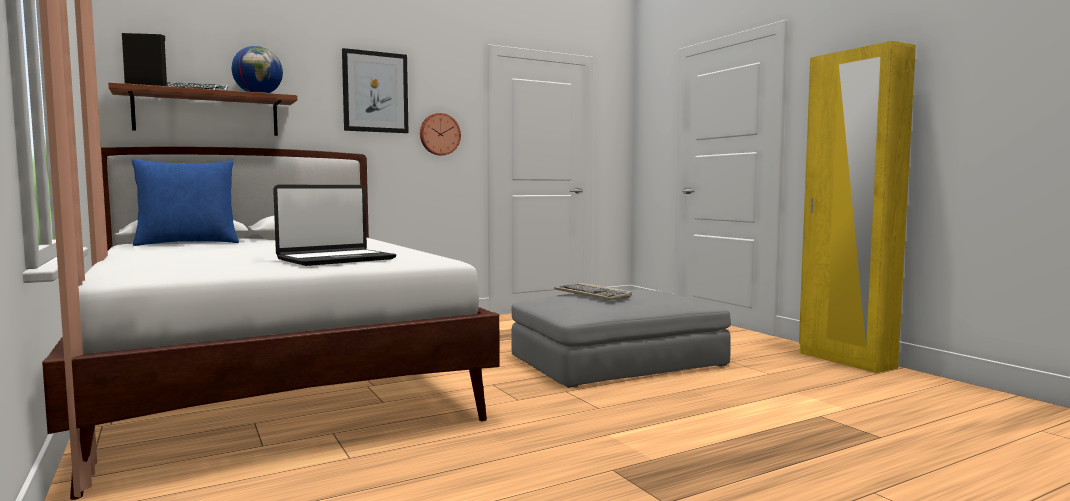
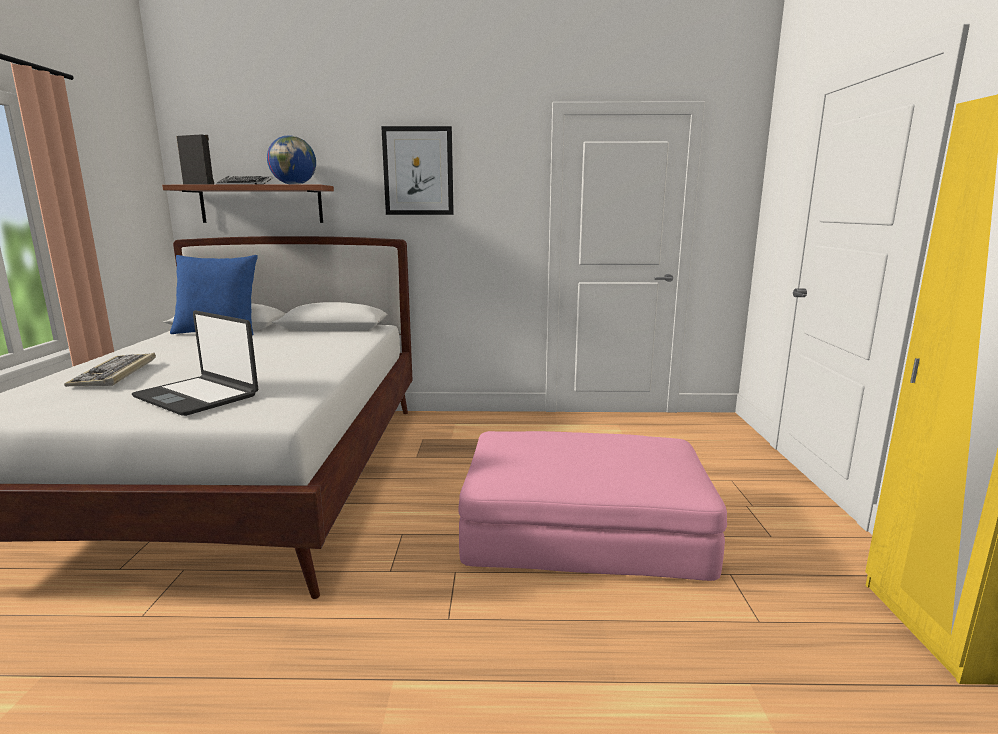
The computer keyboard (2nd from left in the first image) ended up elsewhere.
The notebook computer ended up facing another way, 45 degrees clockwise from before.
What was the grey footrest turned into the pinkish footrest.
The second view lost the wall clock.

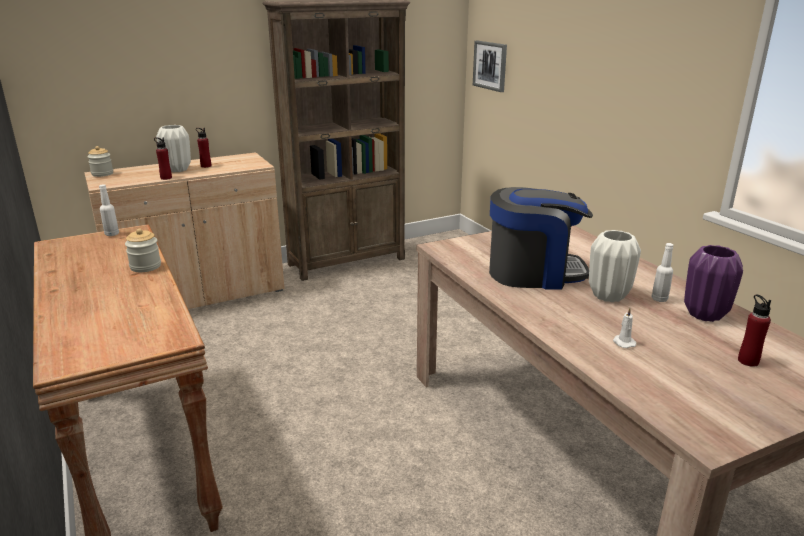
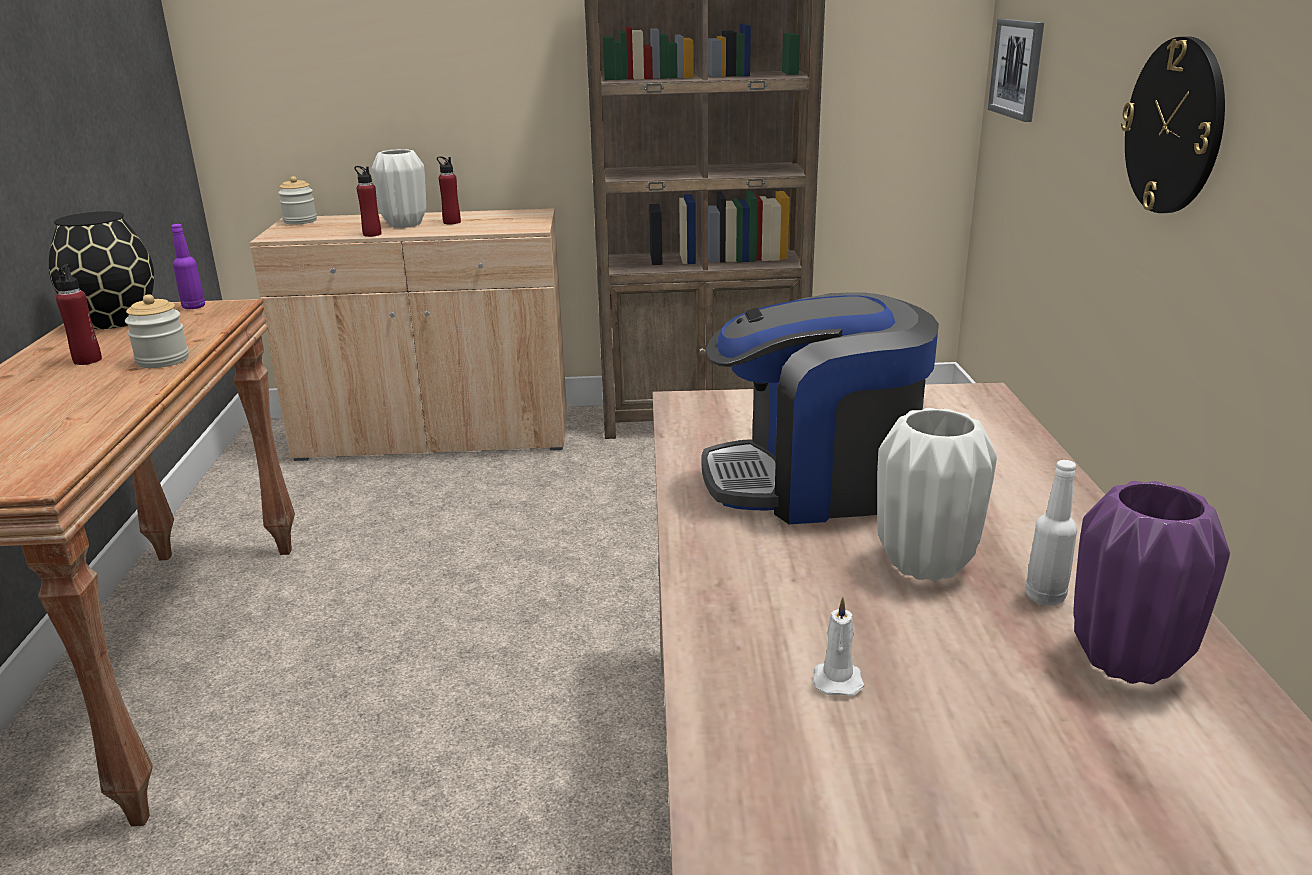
The second view gained the black flower vase.
The red bottle (3rd from left in the first image) ended up elsewhere.
What was the white bottle (1st from left) turned into the purple bottle.
The coffee maker ended up facing another way, 150 degrees clockwise from before.
The second view gained the wall clock.

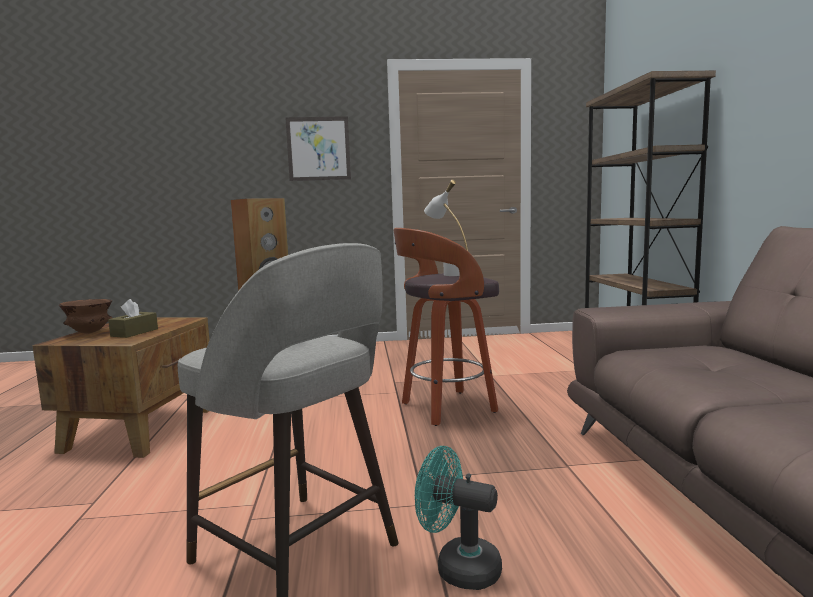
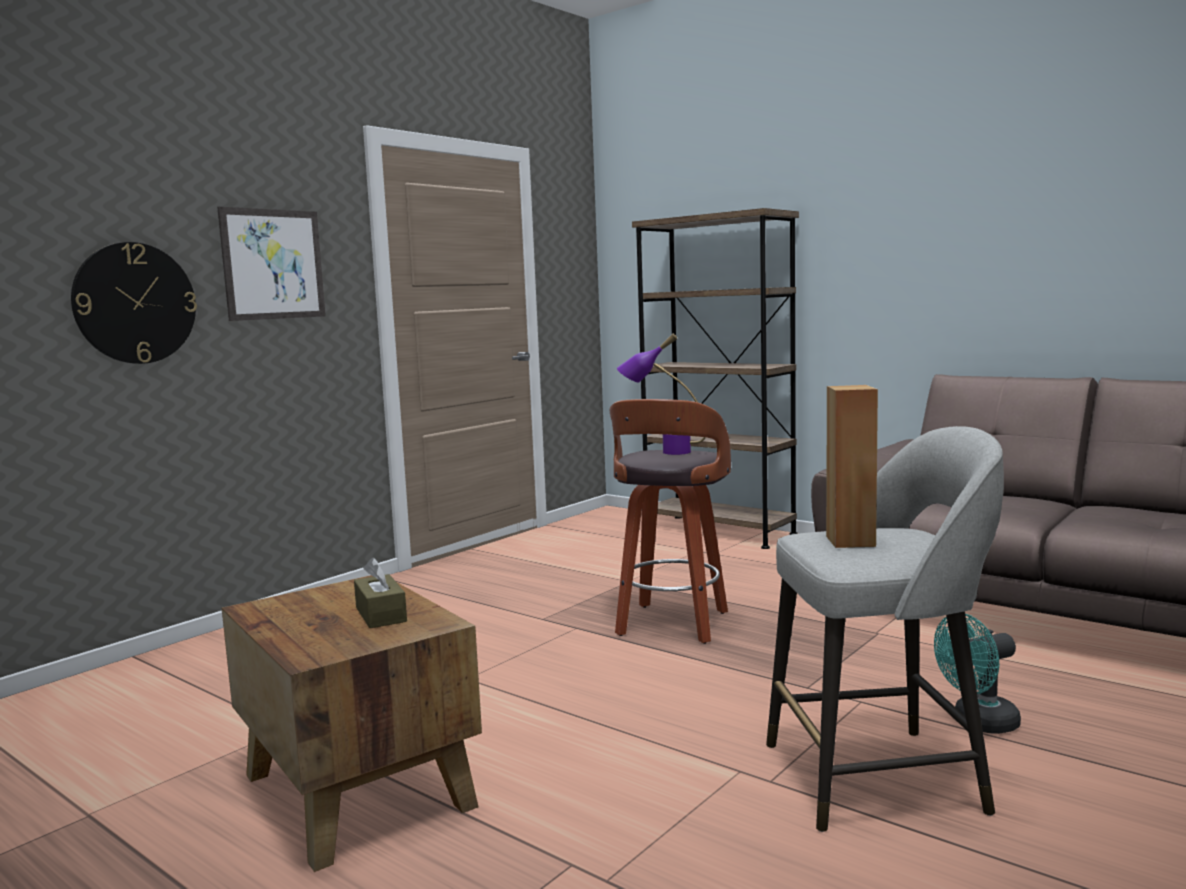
The second view gained the wall clock.
What was the white tabletop lamp turned into the purple tabletop lamp.
The second view lost the brownish serving bowl.

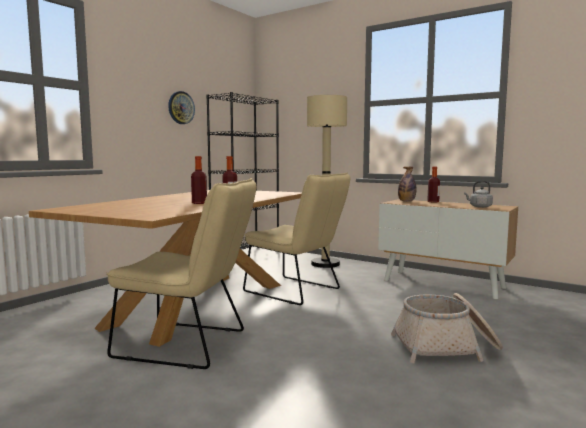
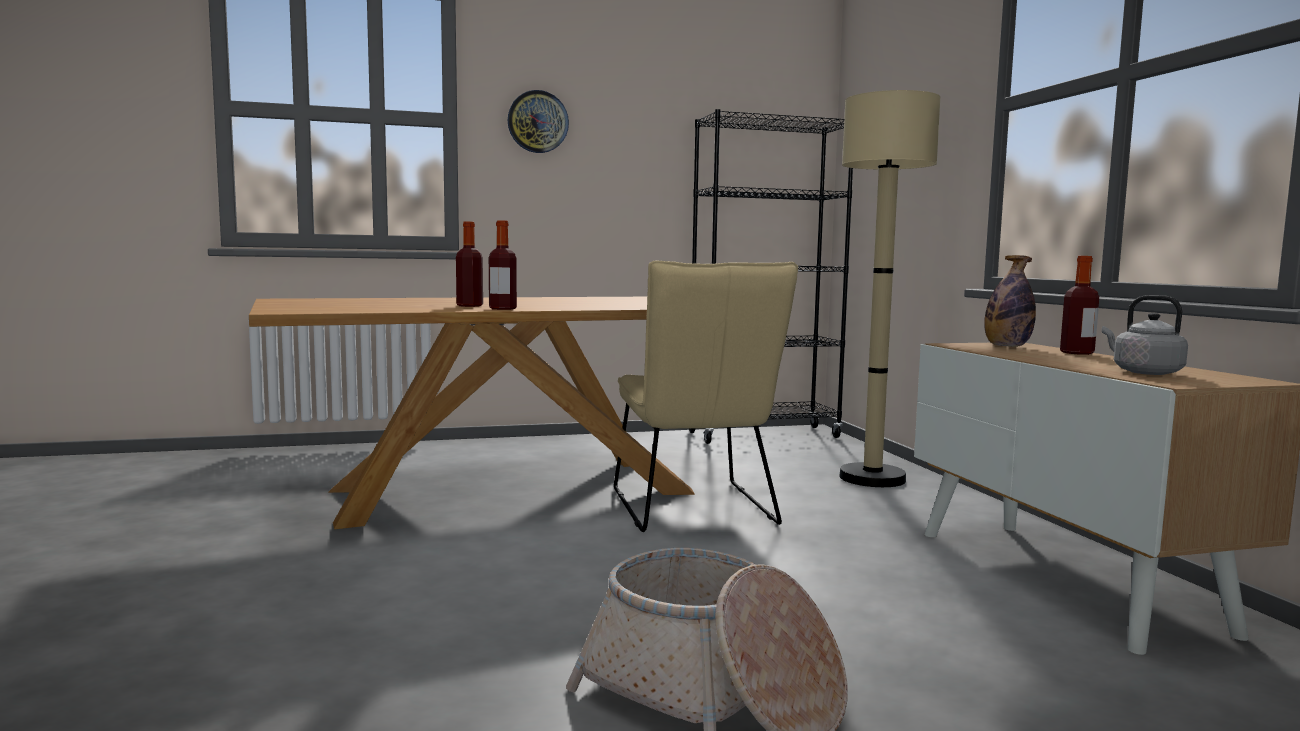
The wall clock ended up elsewhere.
The second view lost the sand-coloured plain chair (1st from left).

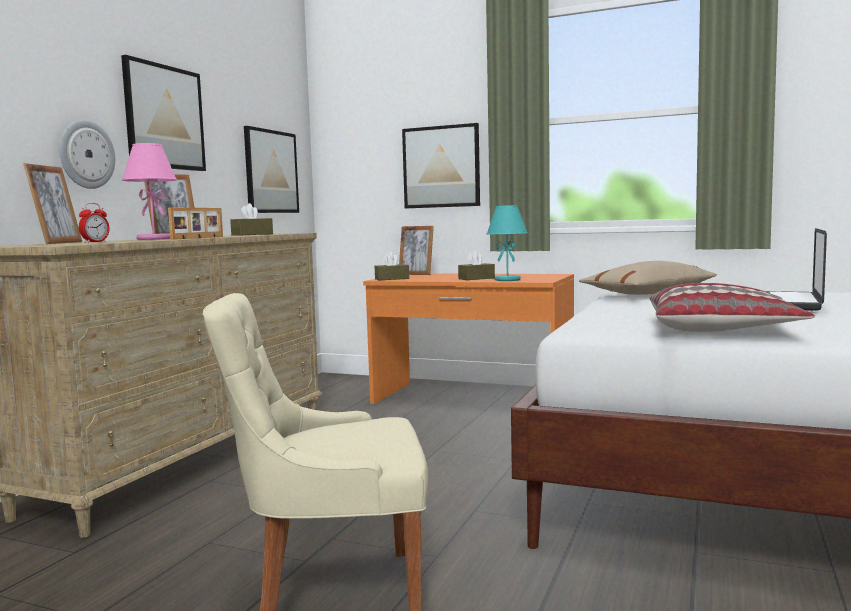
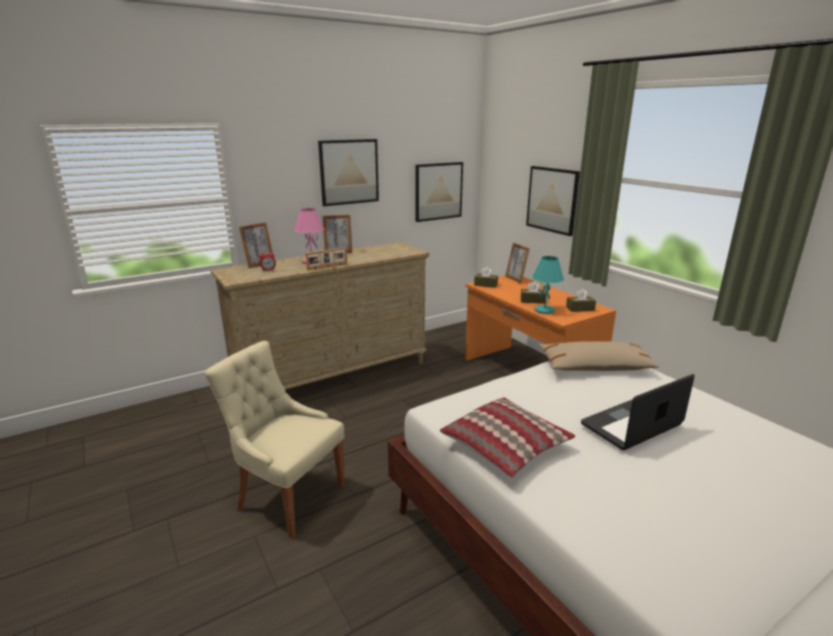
The brownish tissue box (1st from left in the first image) ended up elsewhere.
The second view lost the wall clock.

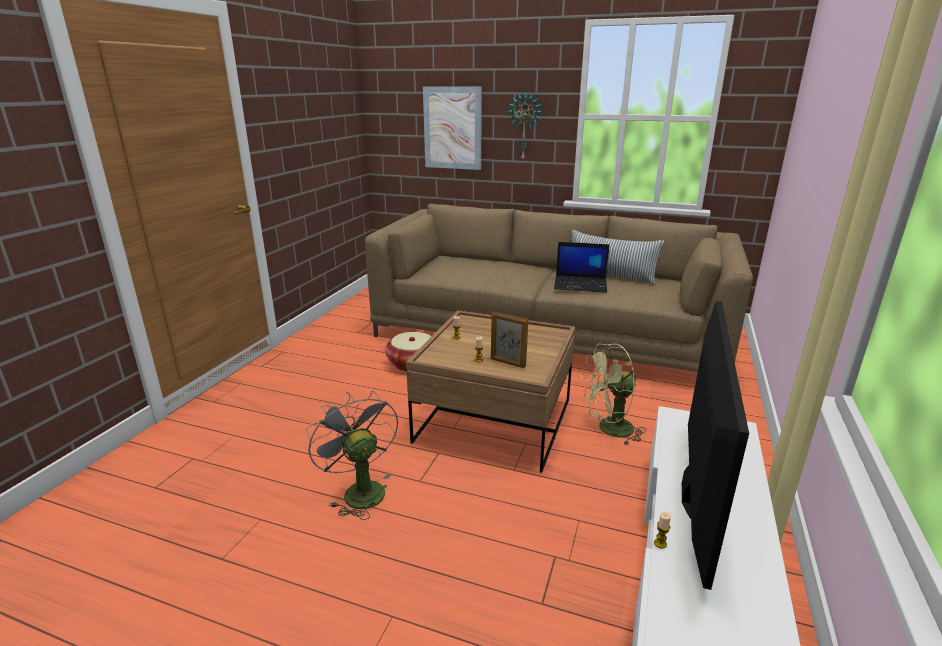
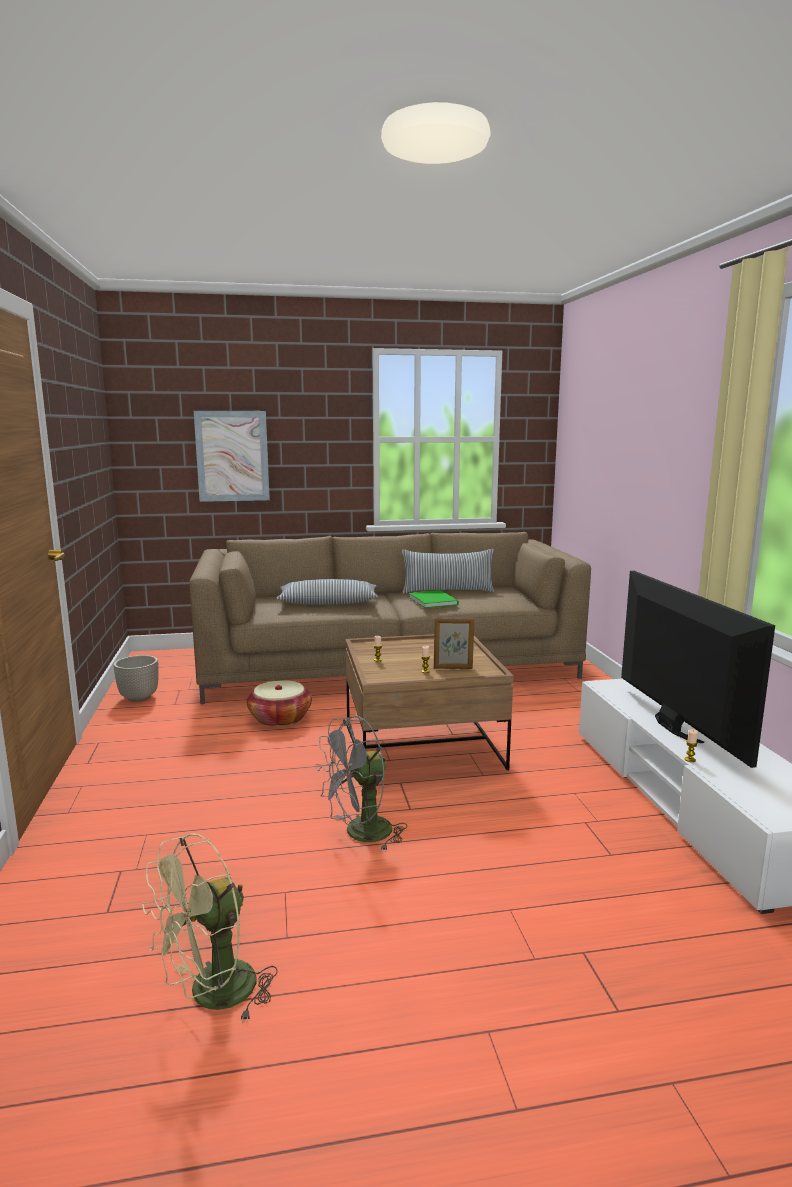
The second view gained the grey flower pot.
The greenish cooling fan ended up elsewhere.
The second view gained the throw pillow (1st from left).
The grey cooling fan ended up facing another way, 60 degrees counterclockwise from before.
Where the notebook computer stood, the greenish bound book came to stand.
The second view lost the wall clock.

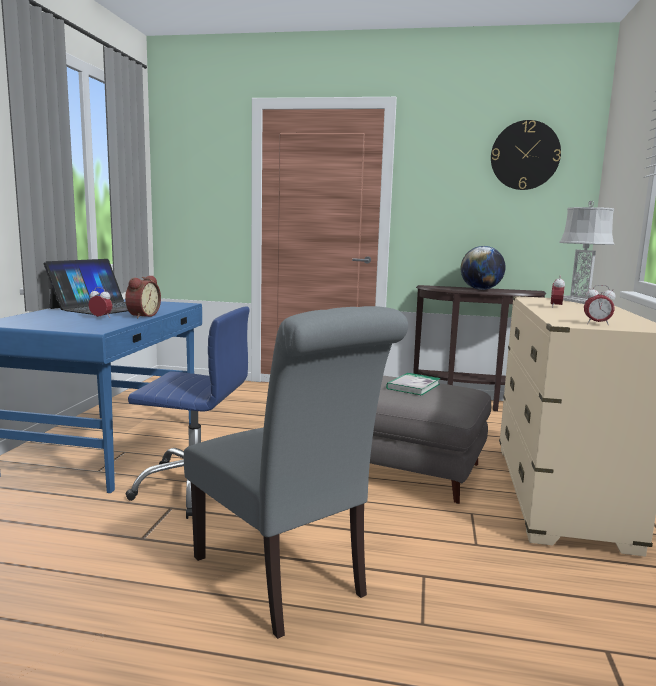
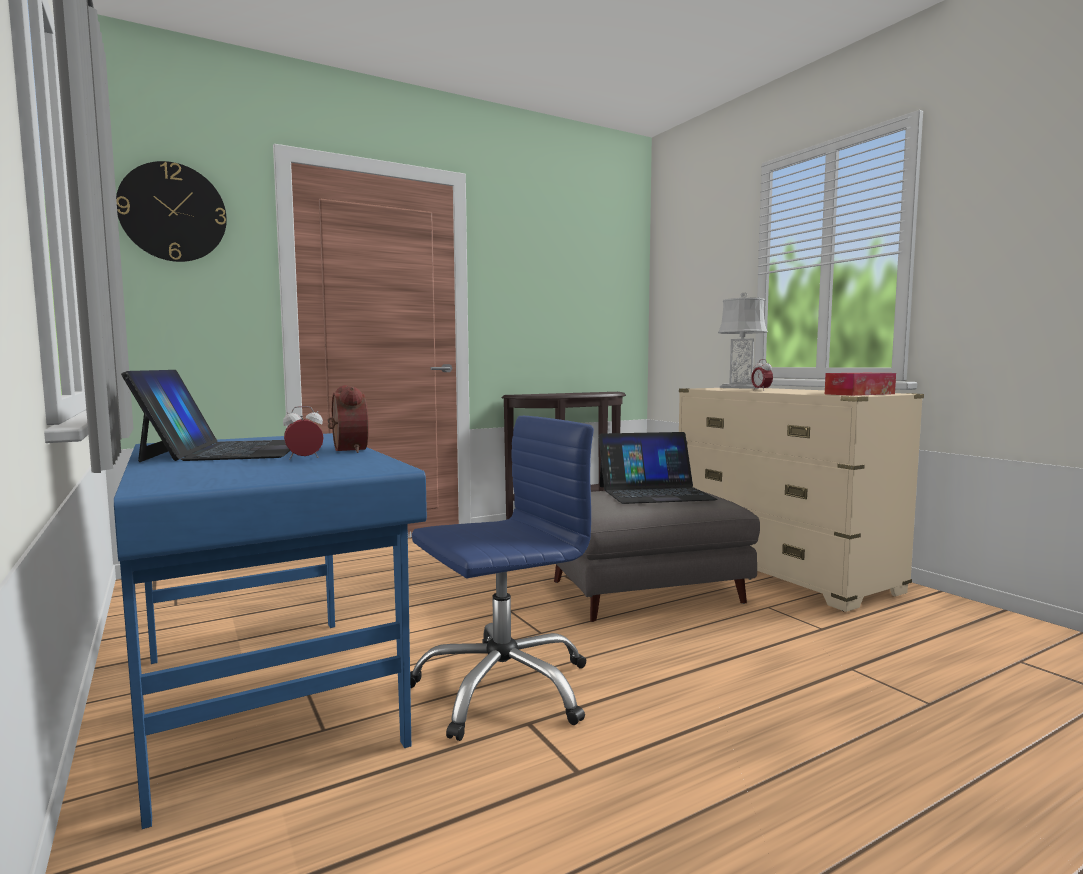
The wall clock ended up elsewhere.
Where the bound book stood, the notebook computer (2nd from left) came to stand.
Where the table clock (4th from left) stood, the tissue box came to stand.
The second view lost the grey plain chair.
The second view lost the world globe.

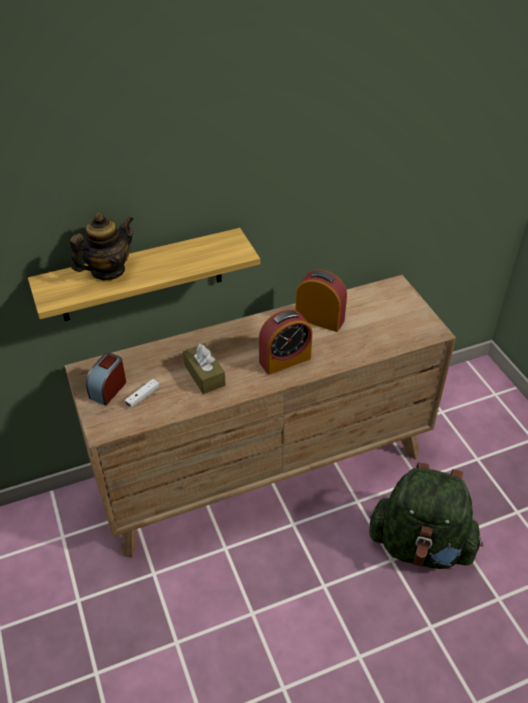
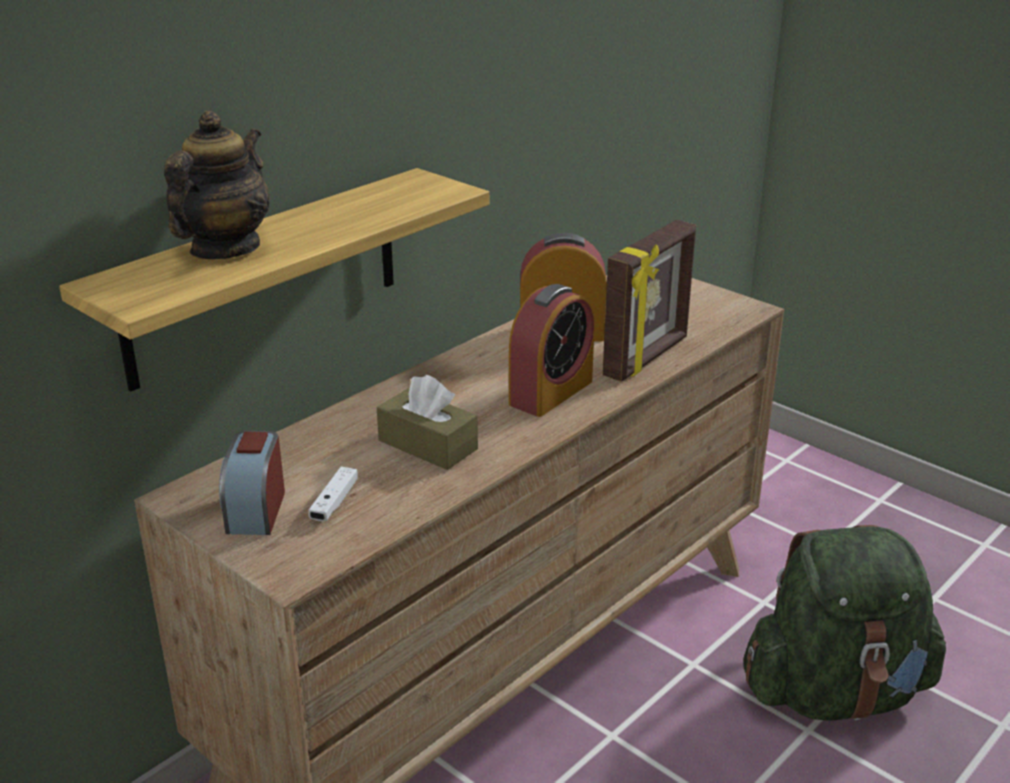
The second view gained the standing frame.

